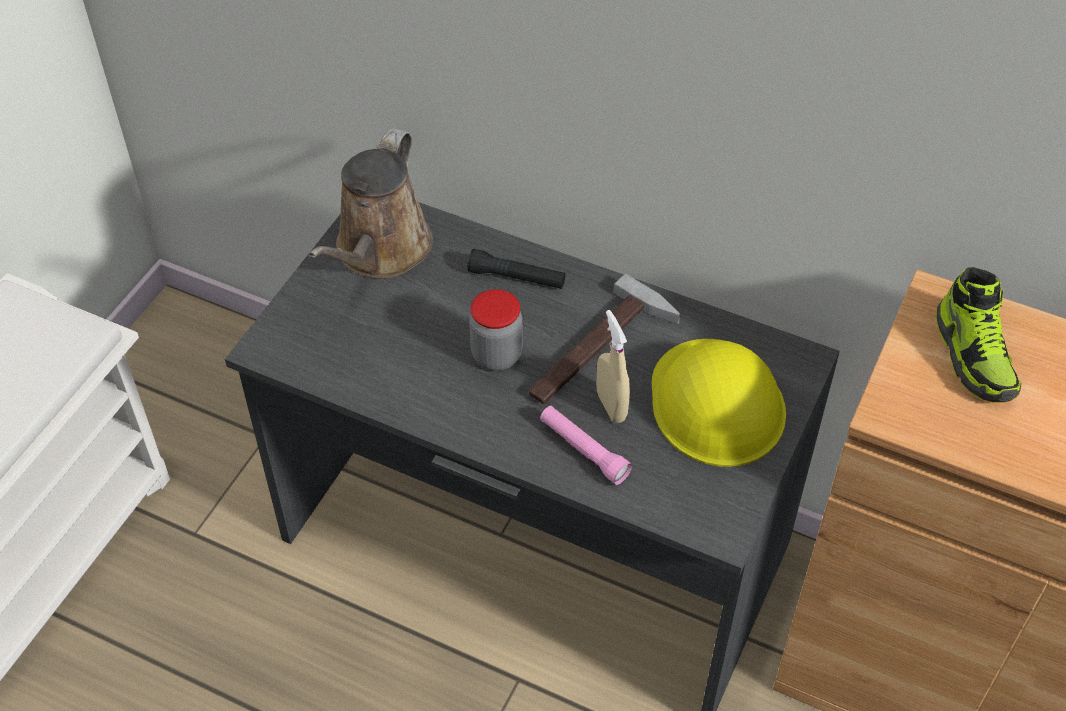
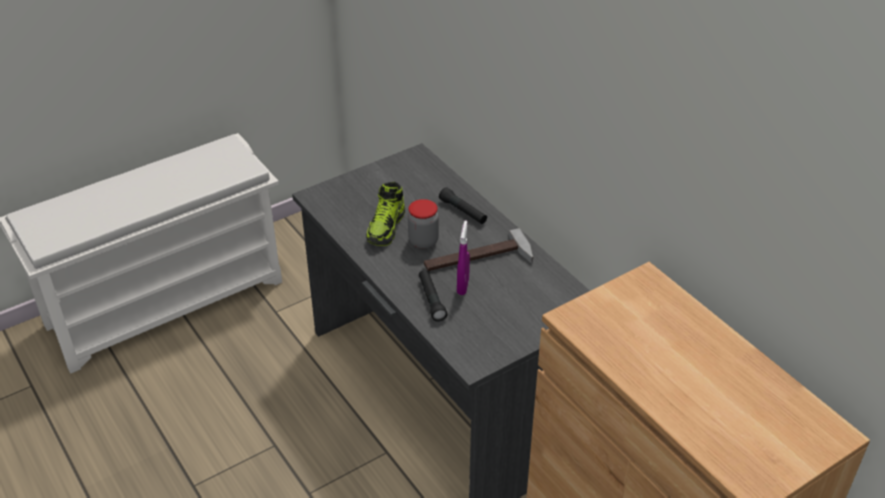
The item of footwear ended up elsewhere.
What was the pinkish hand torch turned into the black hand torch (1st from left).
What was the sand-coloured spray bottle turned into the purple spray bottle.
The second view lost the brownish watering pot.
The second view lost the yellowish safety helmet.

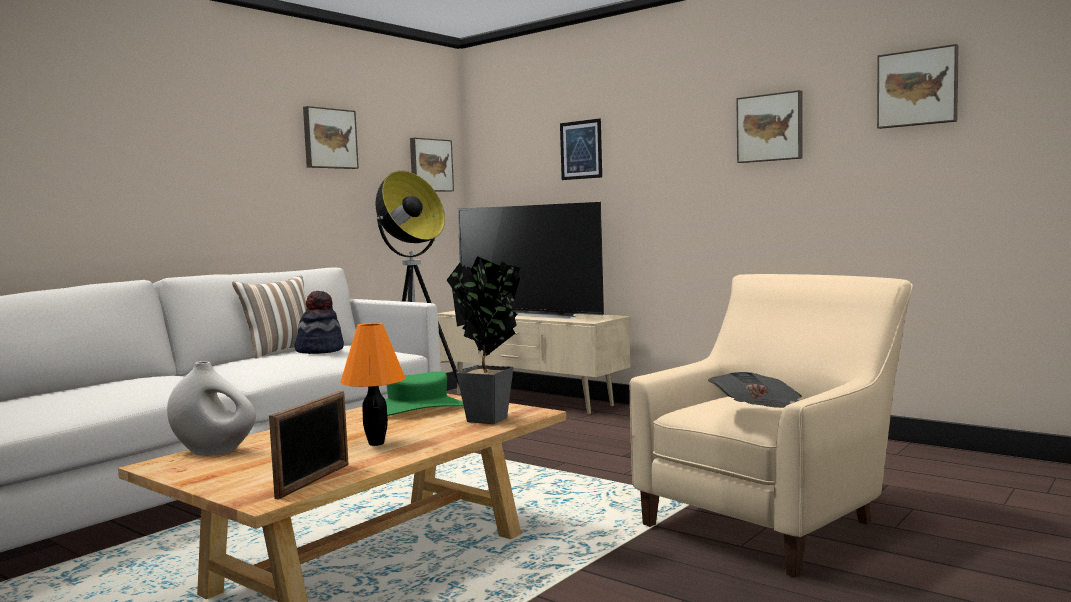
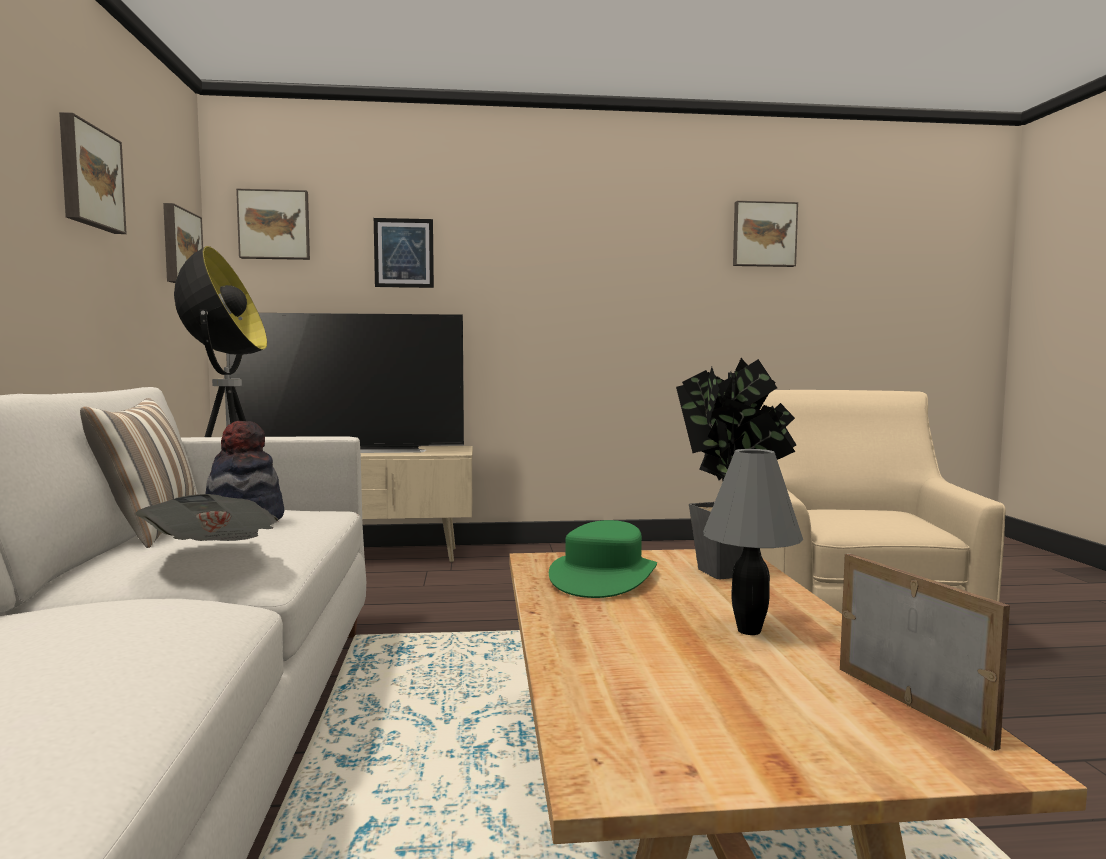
The newspaper ended up elsewhere.
The wall picture (4th from left in the first image) ended up elsewhere.
What was the orange-coloured tabletop lamp turned into the grey tabletop lamp.
The second view lost the white flower vase.

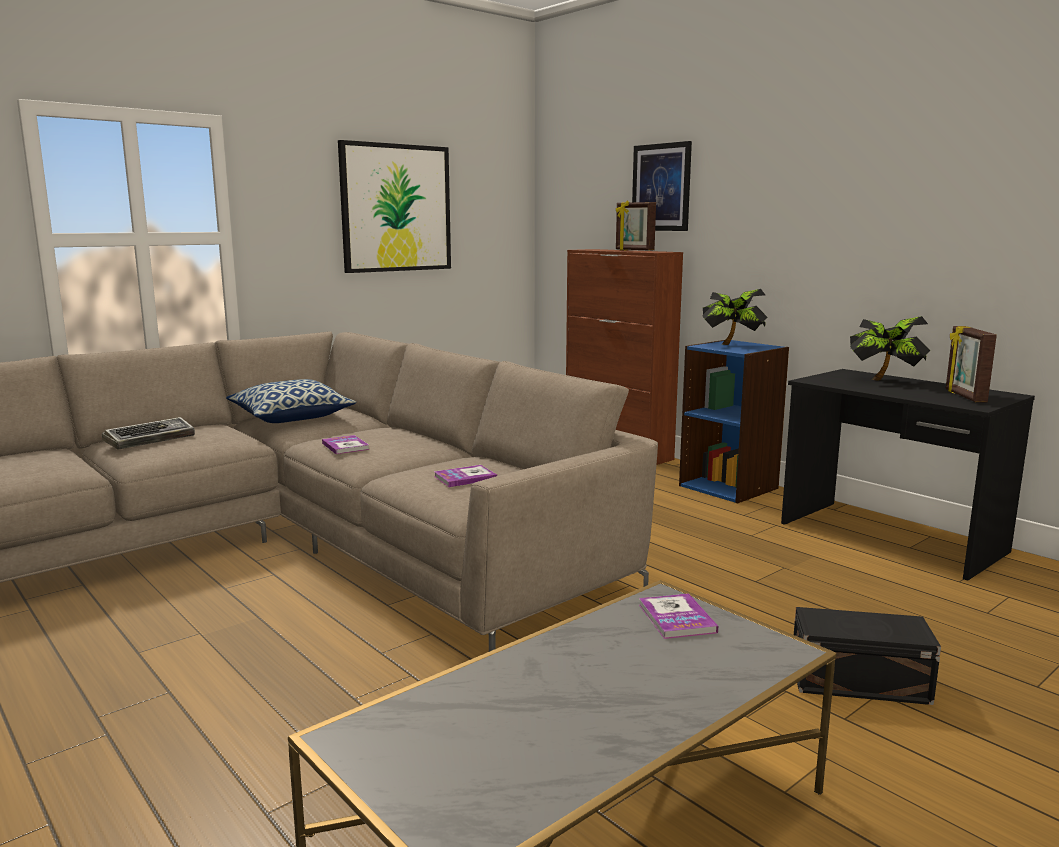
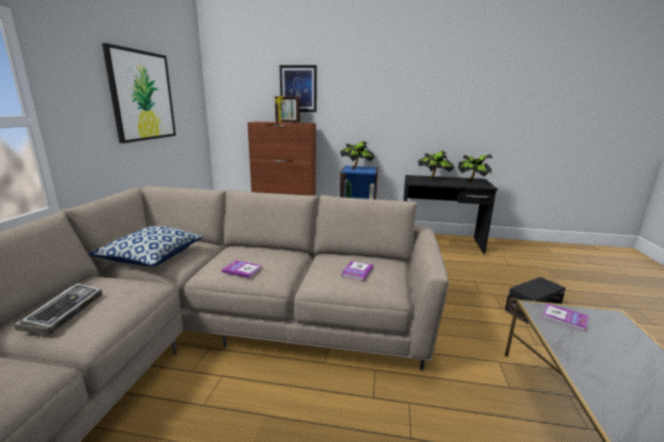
Where the standing frame (2nd from left) stood, the houseplant (3rd from left) came to stand.

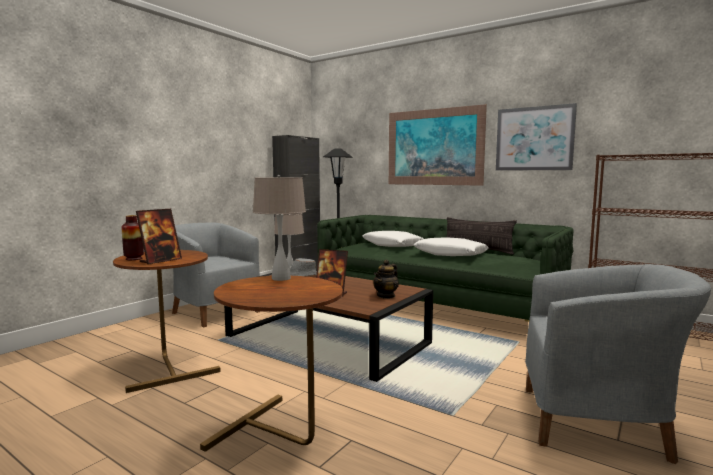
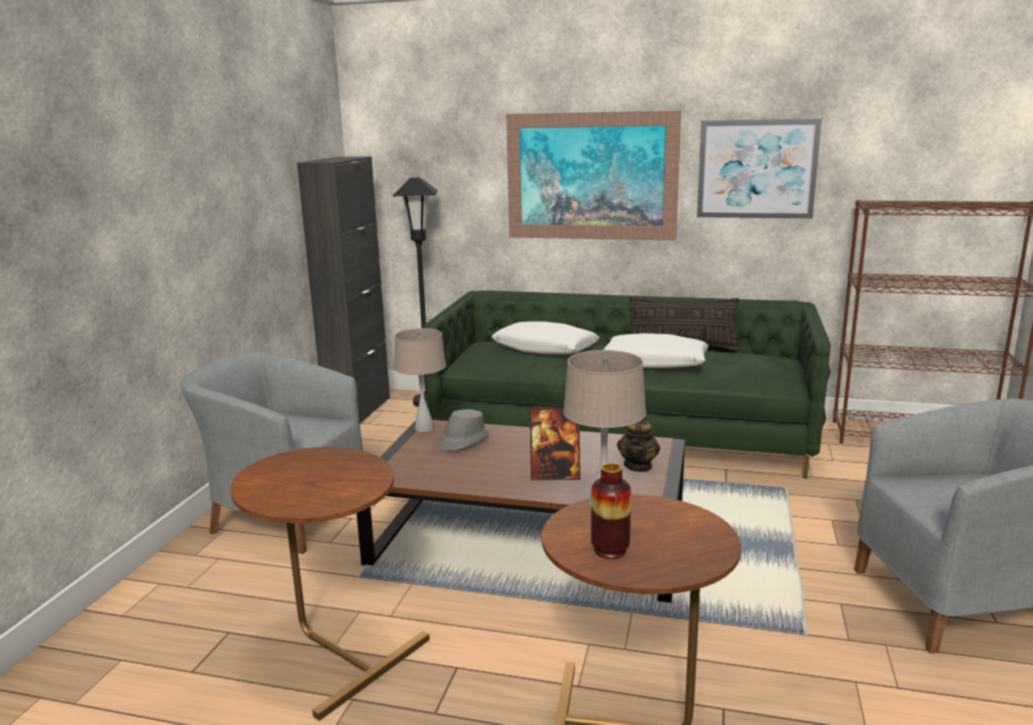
The flower vase ended up elsewhere.
The second view lost the standing frame (1st from left).

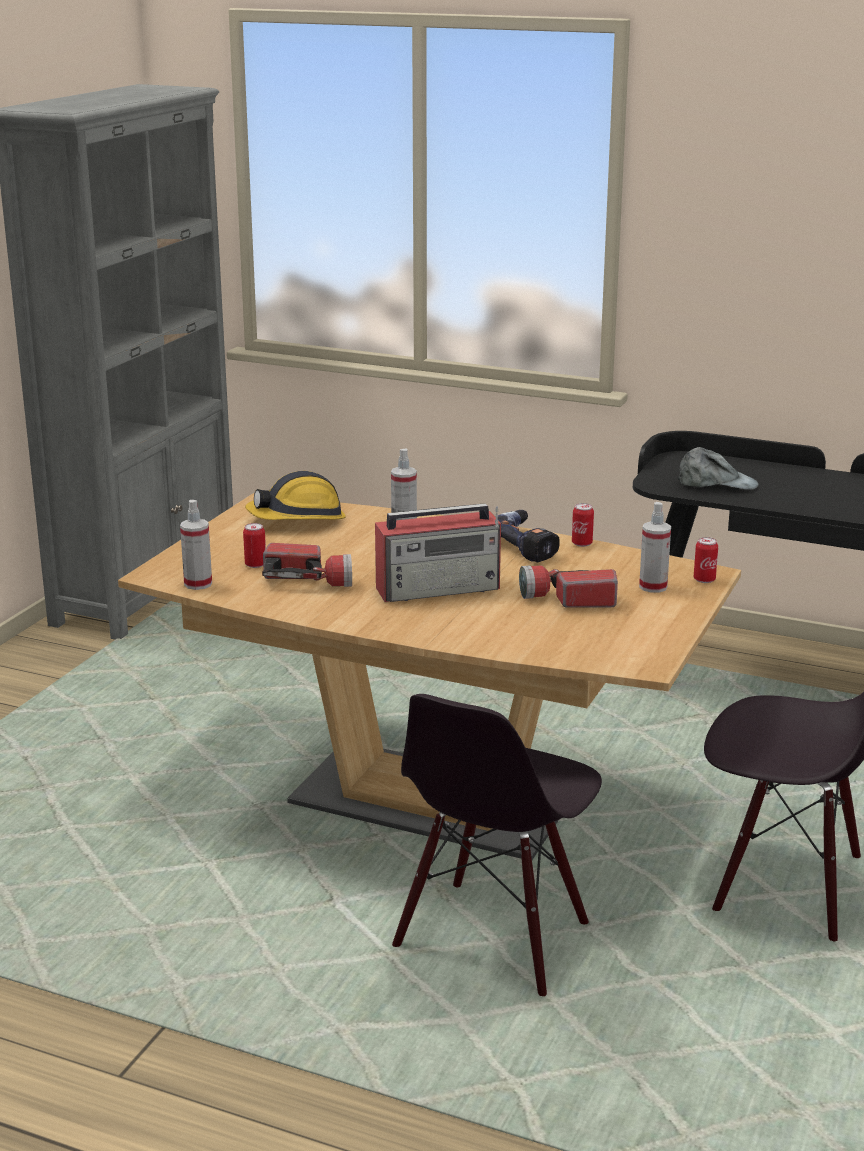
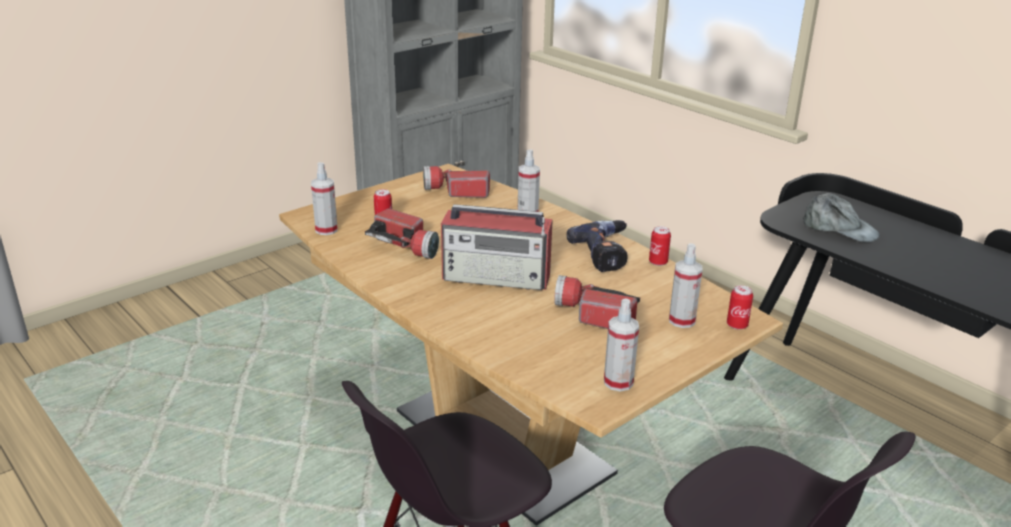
Where the safety helmet stood, the hand torch (2nd from left) came to stand.
The second view gained the spray bottle (3rd from left).

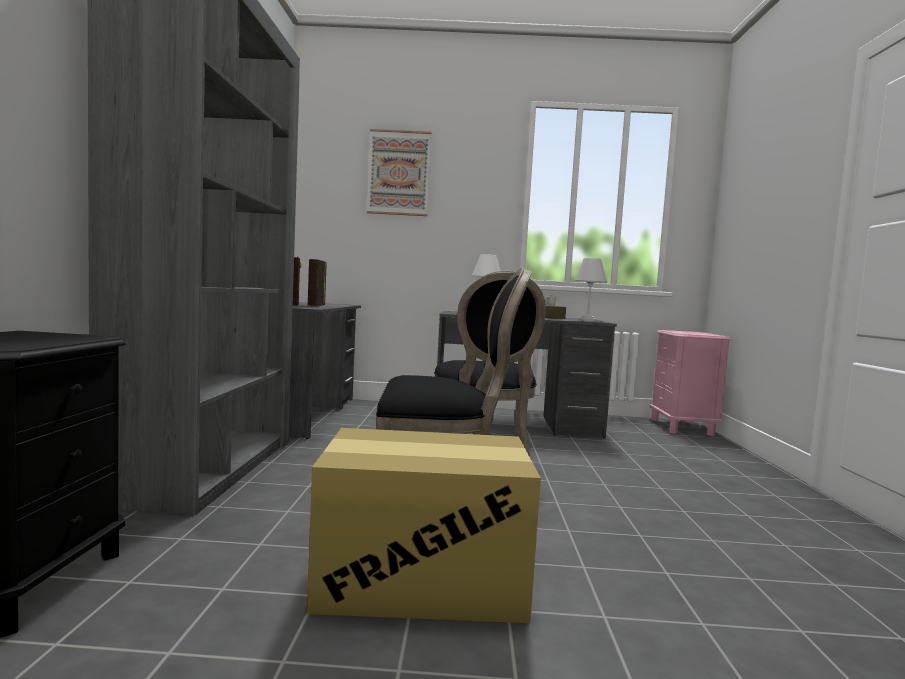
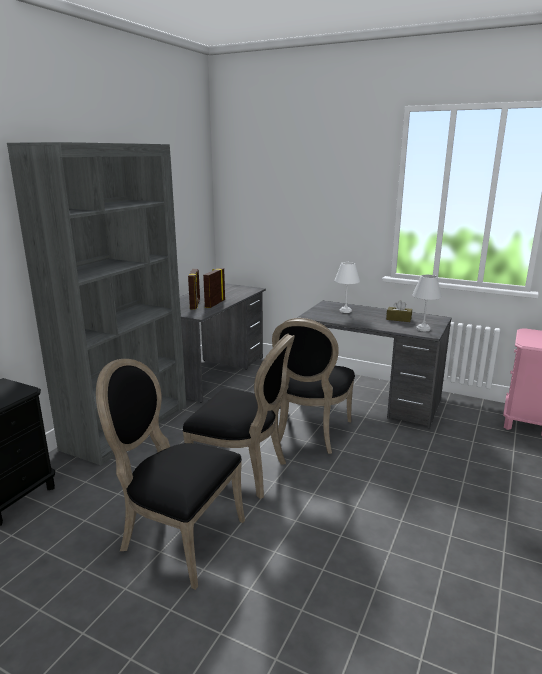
Where the packing box stood, the black plain chair (1st from left) came to stand.
The second view lost the wall picture.

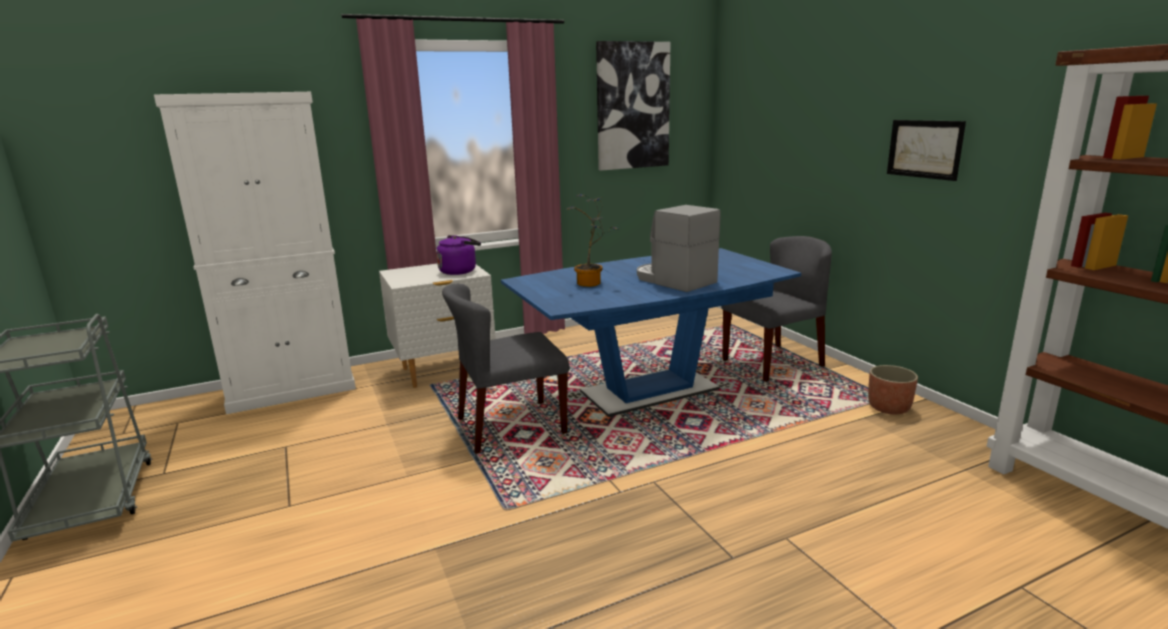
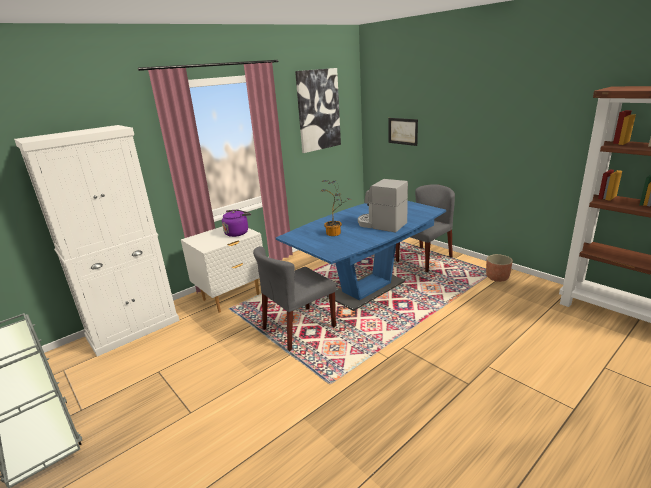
The wall picture (2nd from left) ended up elsewhere.

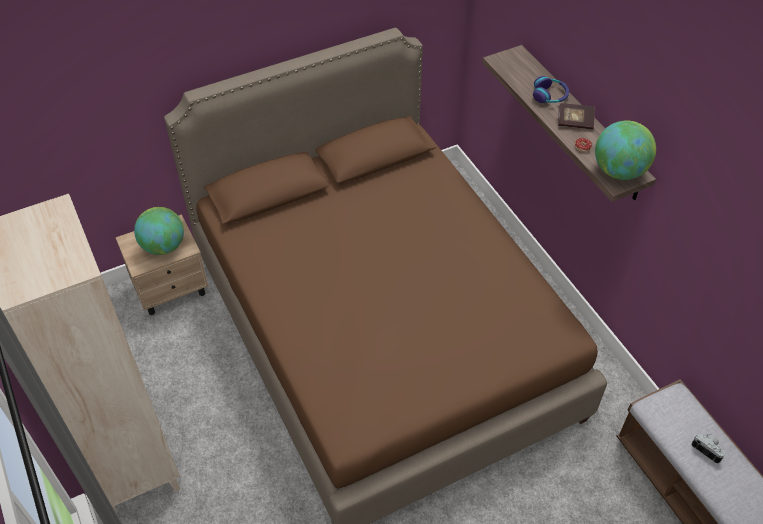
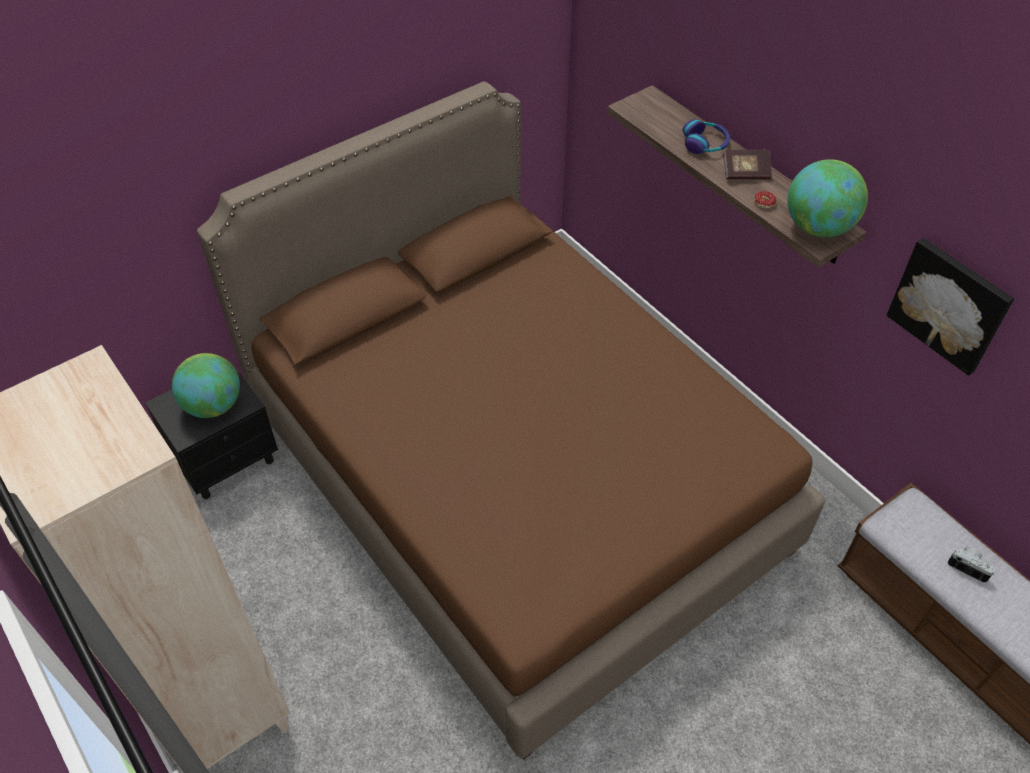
What was the sand-coloured night table turned into the black night table.
The second view gained the wall picture.

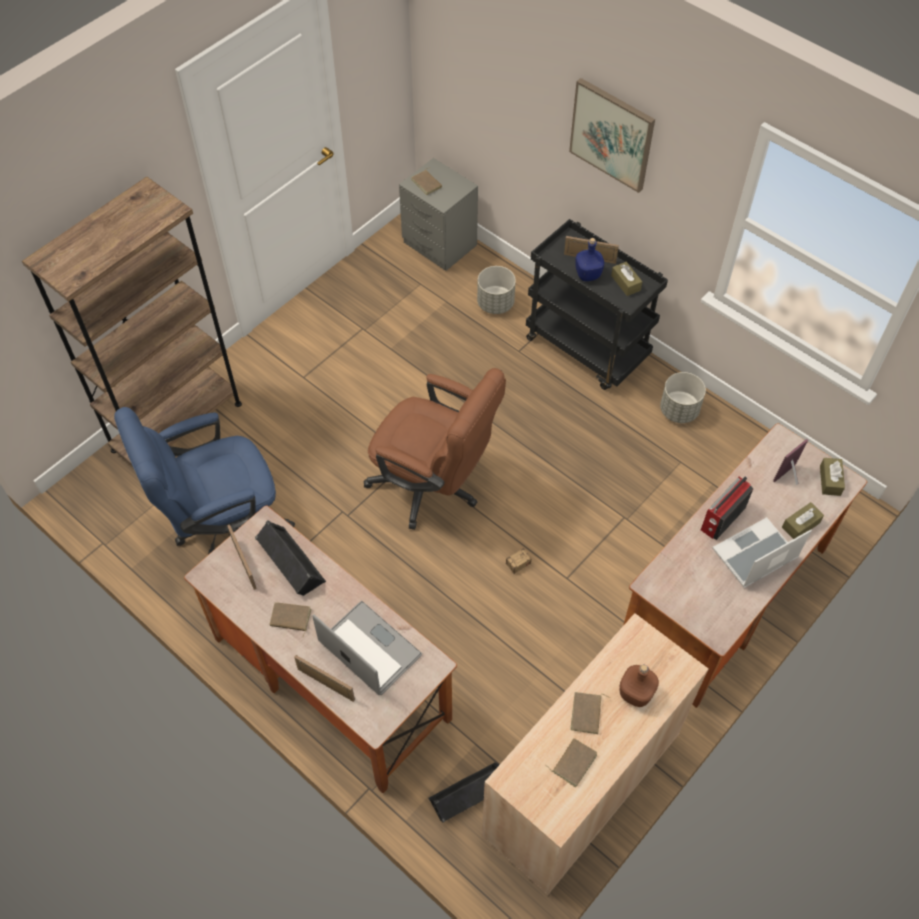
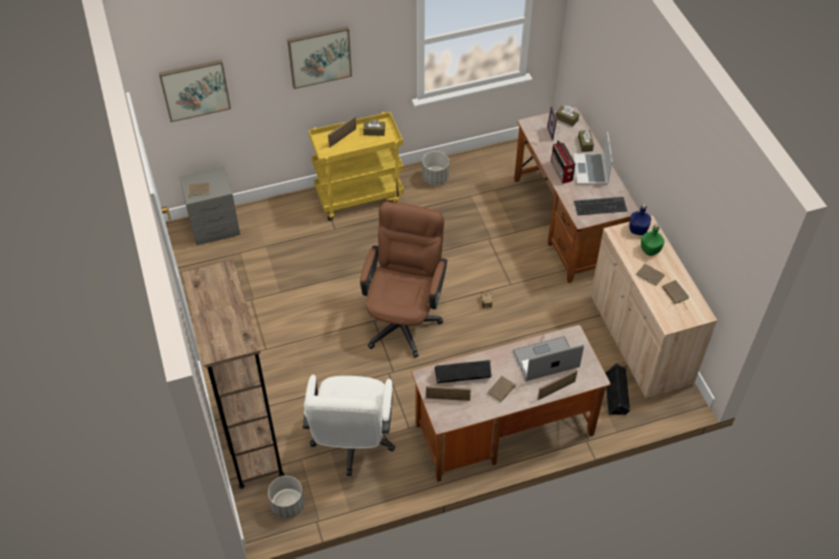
The second view gained the wall picture (1st from left).
The grey flower pot (1st from left) ended up elsewhere.
What was the blue-coloured office chair turned into the white office chair.
What was the black trolley turned into the yellowish trolley.
The brownish office chair ended up facing another way, 45 degrees counterclockwise from before.
The second view gained the computer keyboard.
The blue-coloured bottle ended up elsewhere.
What was the brownish bottle turned into the greenish bottle.

